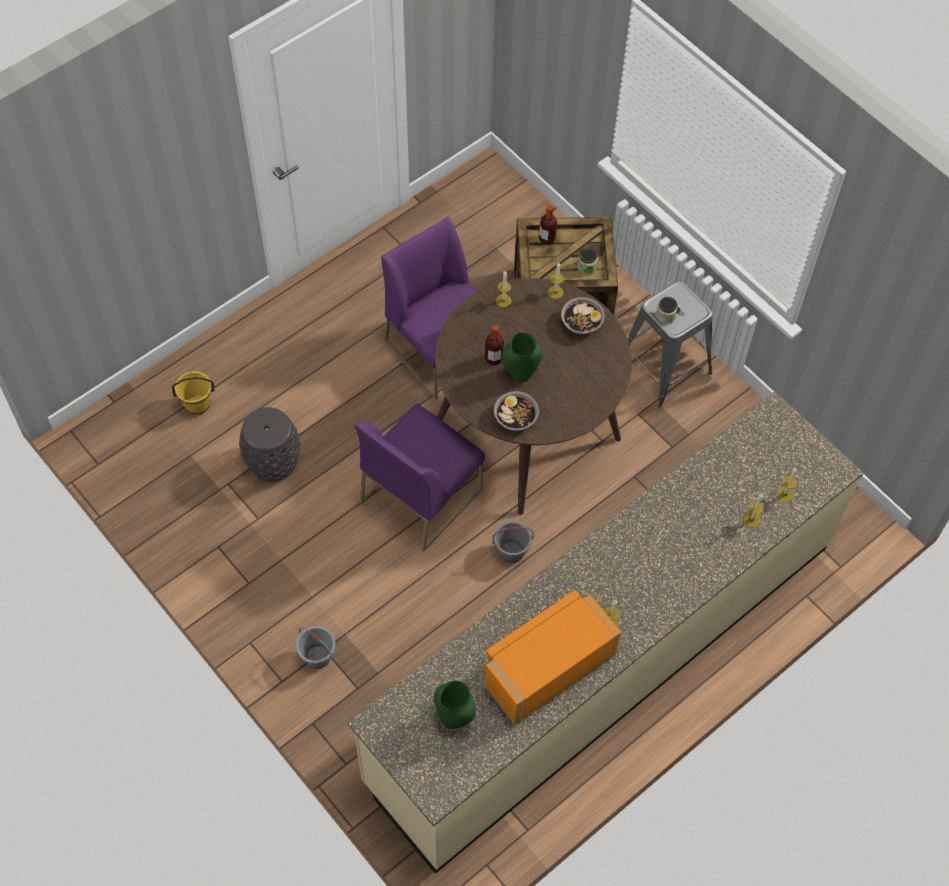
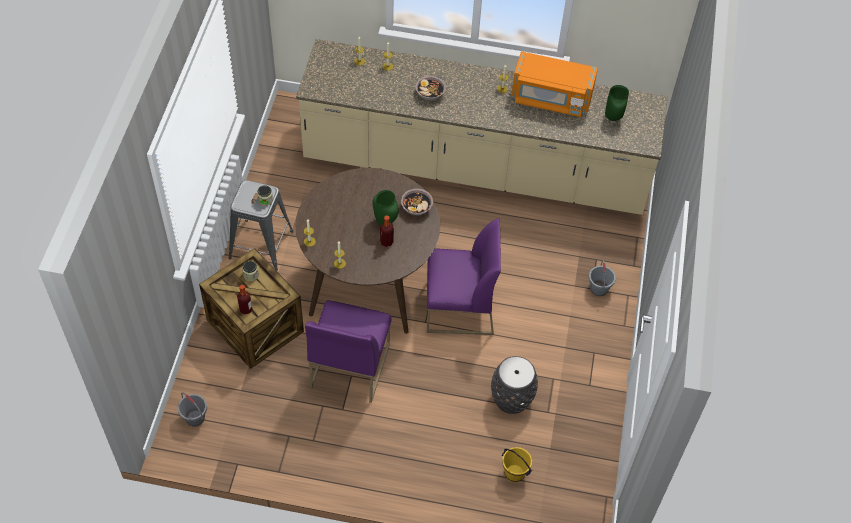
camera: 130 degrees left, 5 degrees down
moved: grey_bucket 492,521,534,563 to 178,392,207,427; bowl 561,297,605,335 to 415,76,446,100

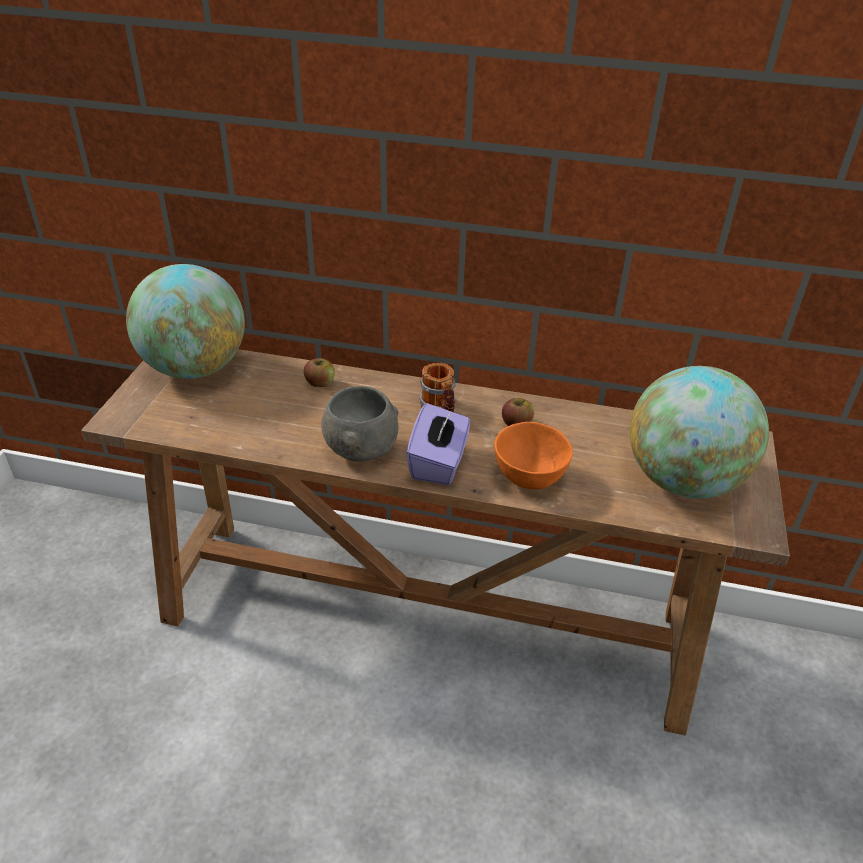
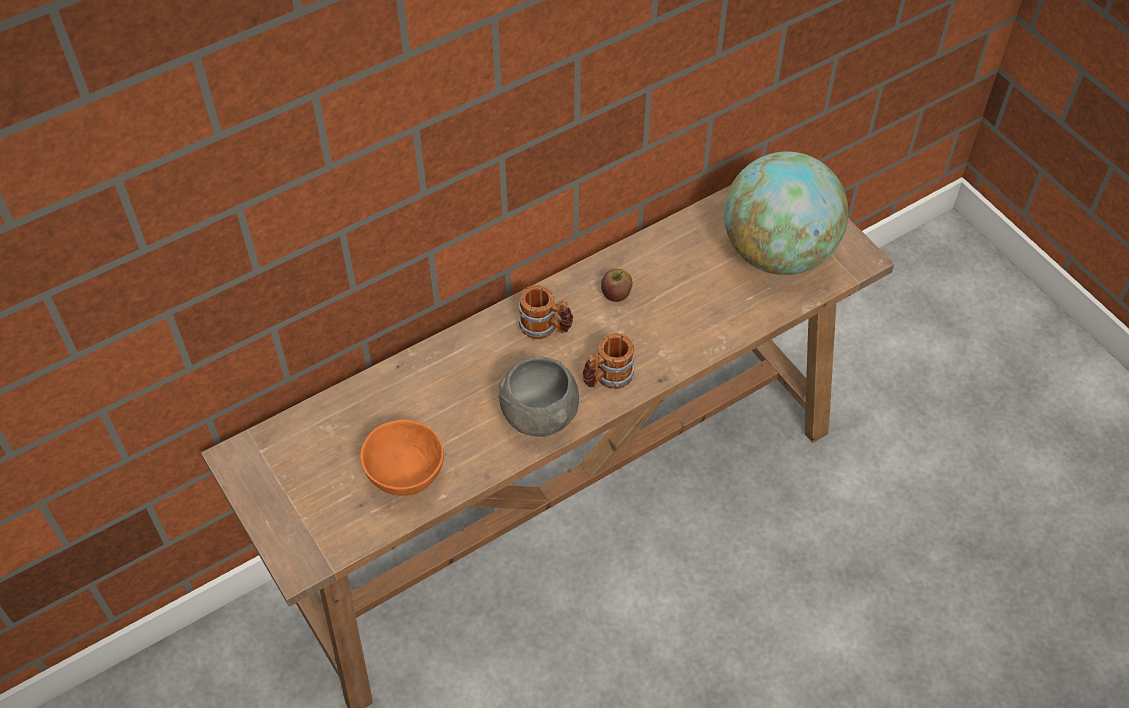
camera: 45 degrees left, 15 degrees up
removed: globe 126,264,245,379; apple 304,358,335,387
moved: orange_bowl 494,422,573,489 to 360,420,444,496
replaced: purple_tissue_box 406,403,470,485 to mug 583,333,634,389

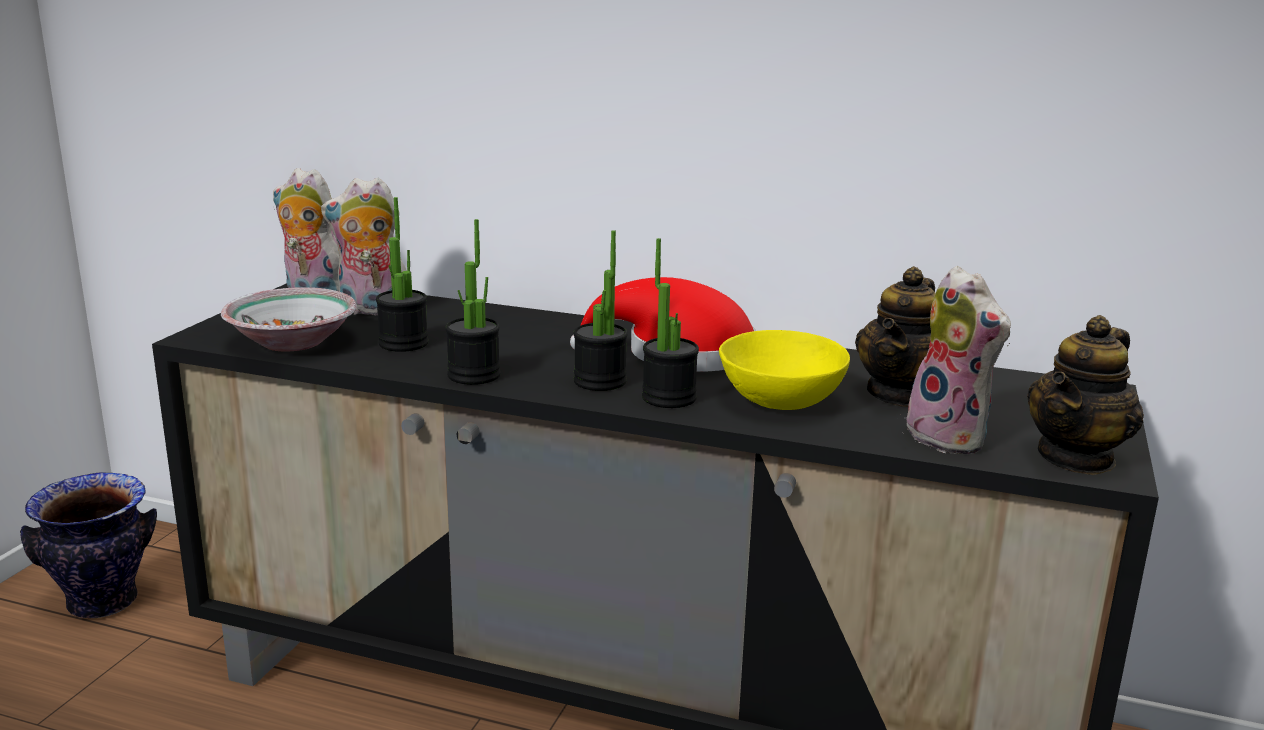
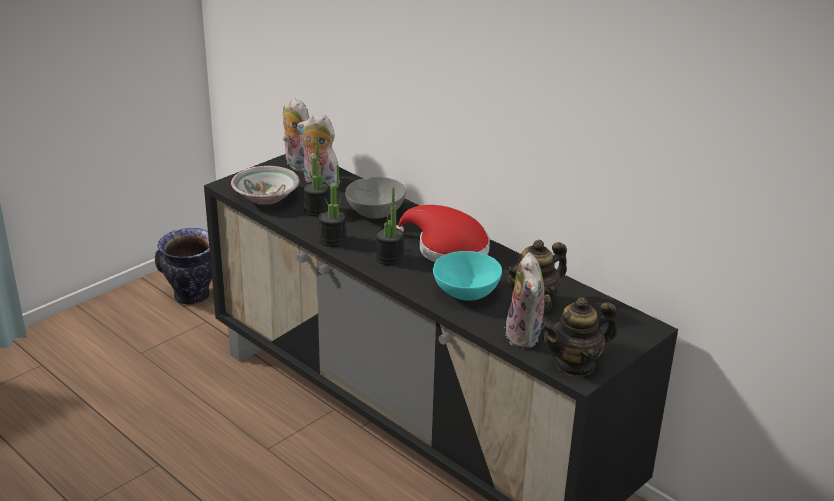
camera: 25 degrees right, 10 degrees up
removed: potted_plant 642,238,699,408
added: grey_bowl 345,177,406,219
recoloured: yellow_bowl 719,330,850,410 to turquoise_bowl 433,251,502,301

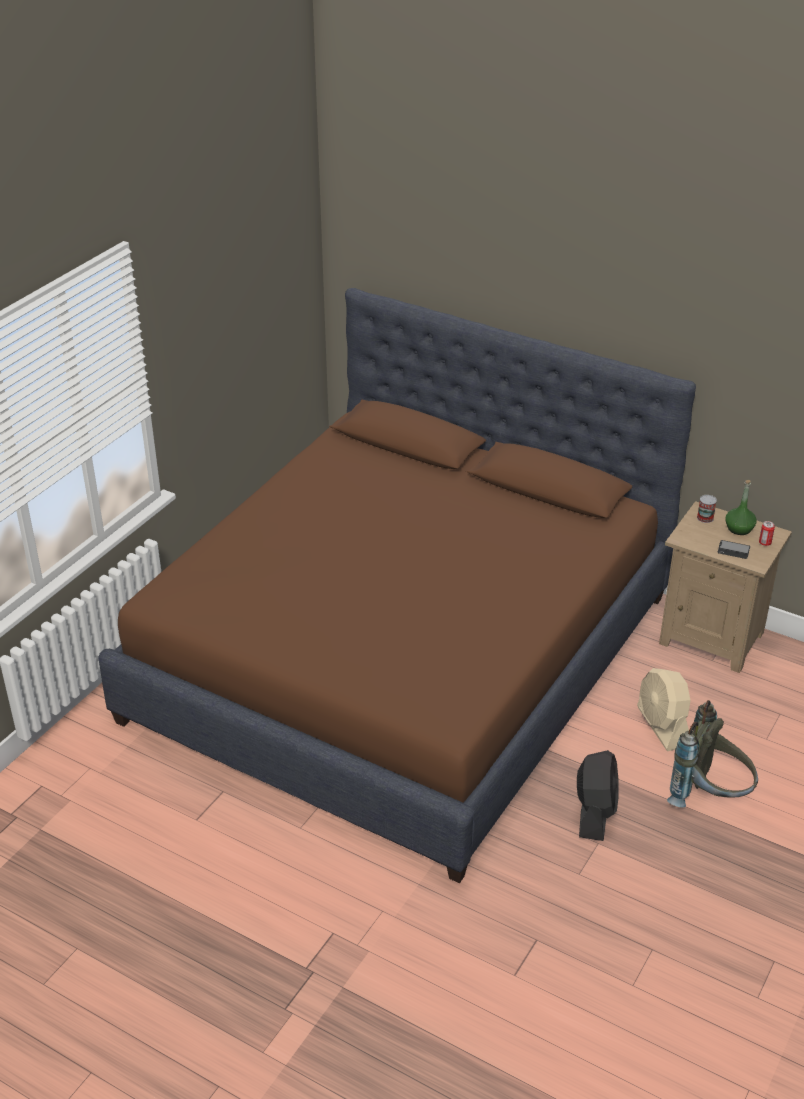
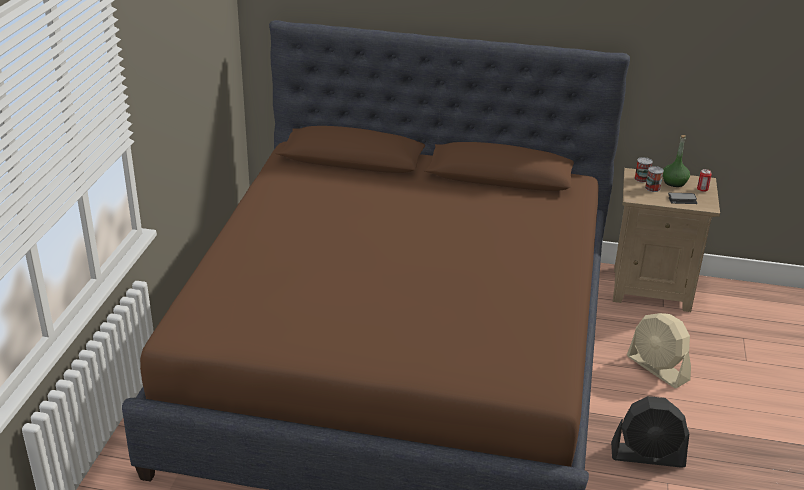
camera: 20 degrees left, 5 degrees down
removed: grey_backpack 667,700,758,807
added: can 645,166,664,192
turned: black_fan 577,750,619,841 = 611,396,689,468 105 degrees clockwise

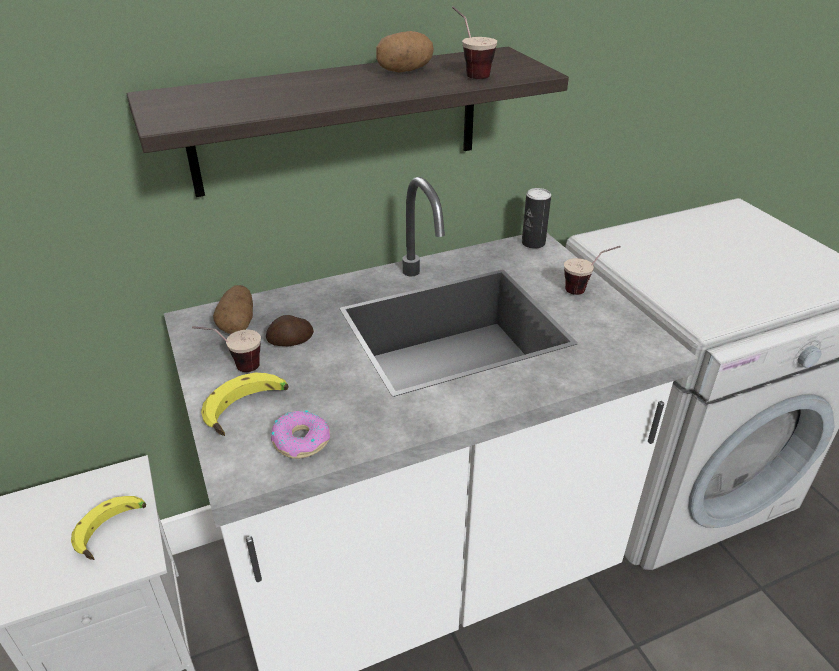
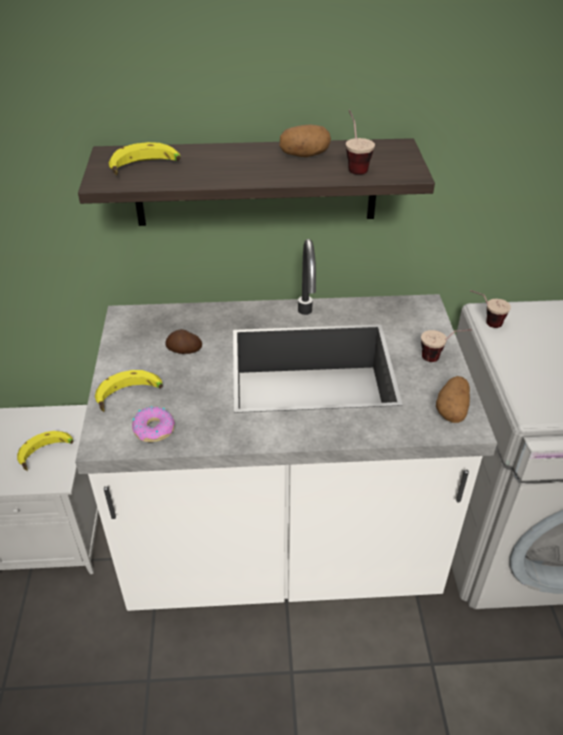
camera: 20 degrees right, 5 degrees up
removed: can 522,188,551,249
added: banana 109,142,181,175
moved: cup 192,326,261,372 to 470,290,511,328; potato 213,285,253,334 to 436,376,470,423

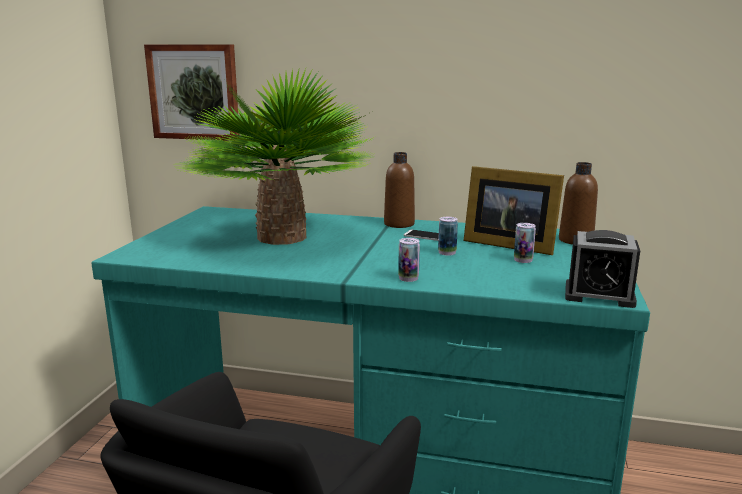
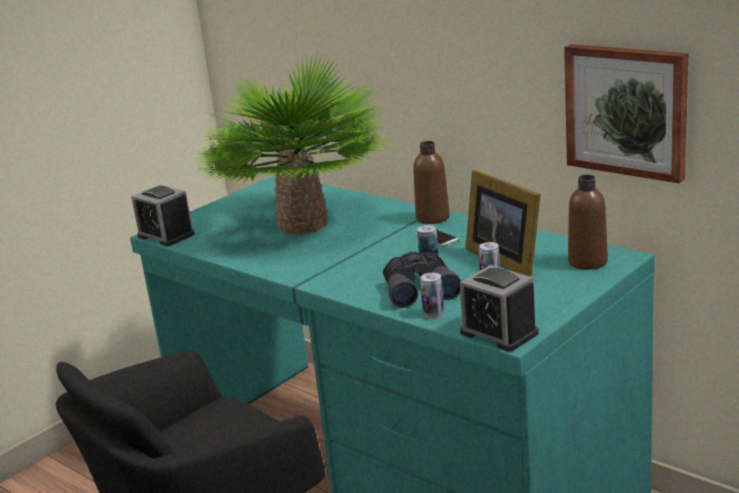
camera: 30 degrees right, 5 degrees up
added: alarm_clock 131,185,195,246; grey_binoculars 383,251,461,308
moved: picture 144,44,240,141 to 564,44,688,184; can 398,238,420,282 to 420,272,444,319

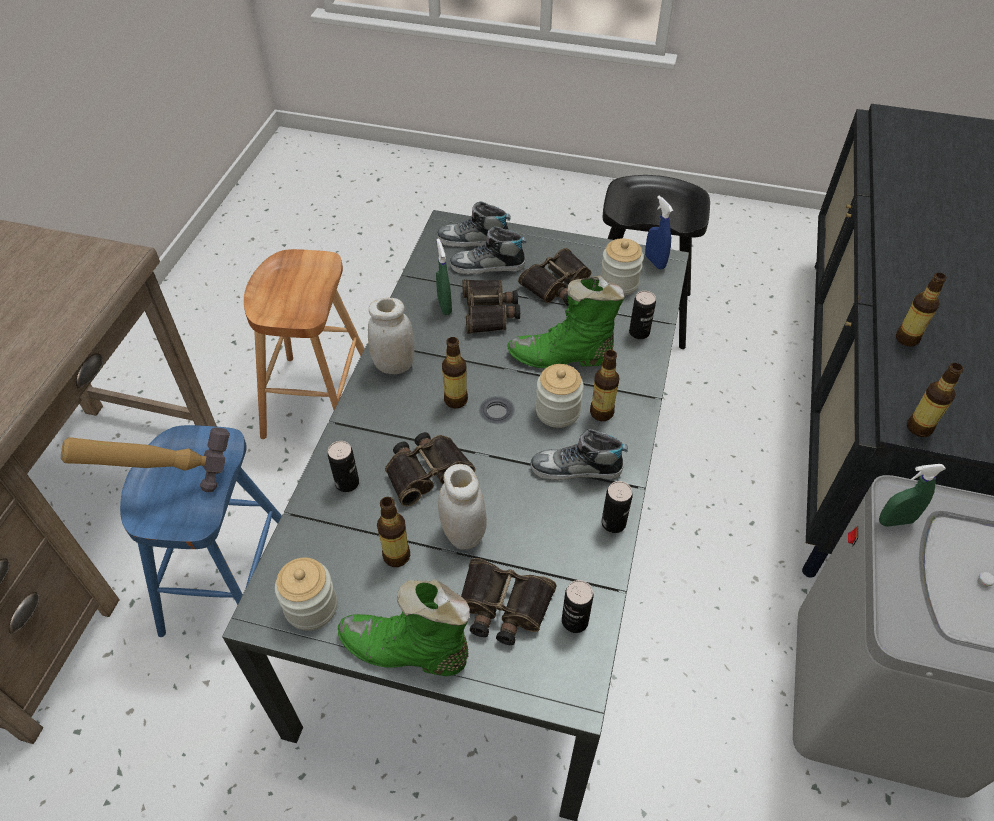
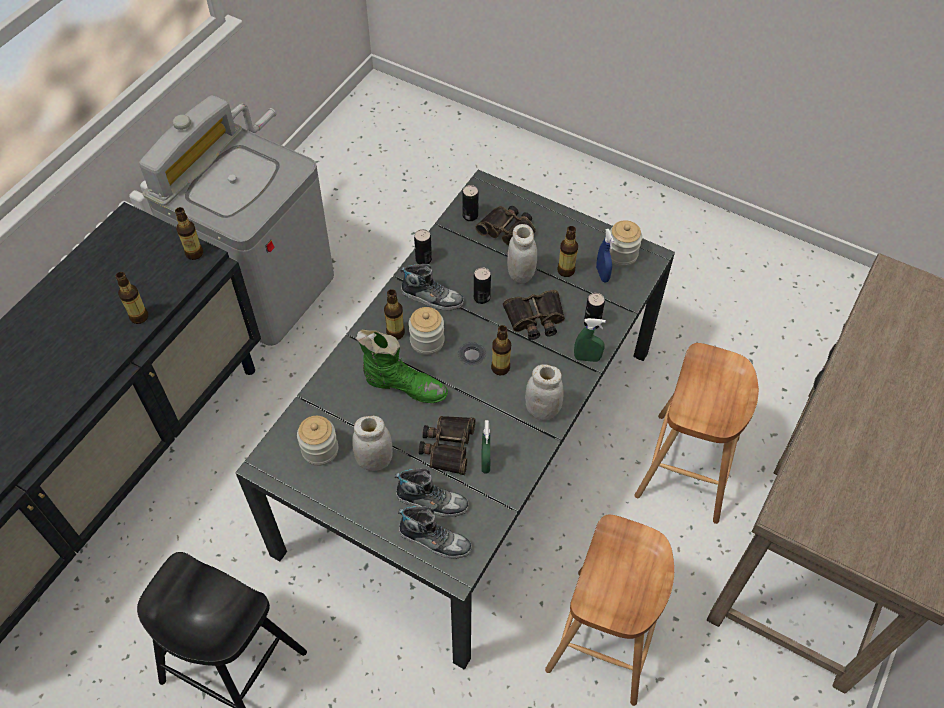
camera: 165 degrees left, 5 degrees up
removed: hammer 61,428,230,492; green_boot 338,579,470,676
moved: can 629,291,656,339 to 474,267,491,304; blue_spray_bottle 645,196,673,270 to 596,229,614,282; green_spray_bottle 879,464,946,527 to 574,318,606,362
replaced: binoculars 518,248,591,305 to white_jar 352,416,393,471
recoloured: blue_stool 120,425,282,637 to brown_stool 635,343,759,524

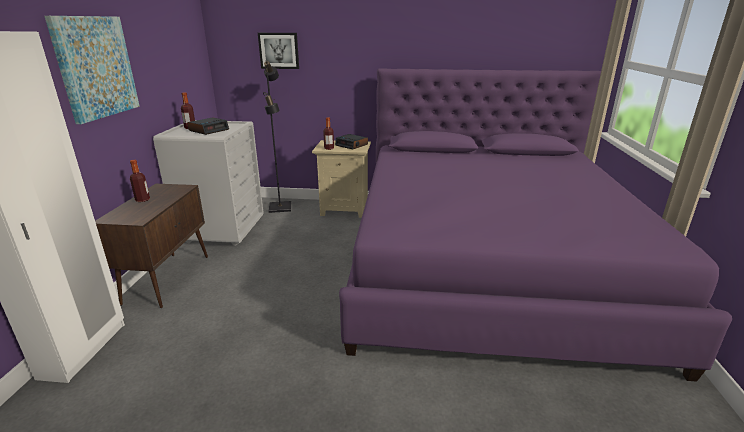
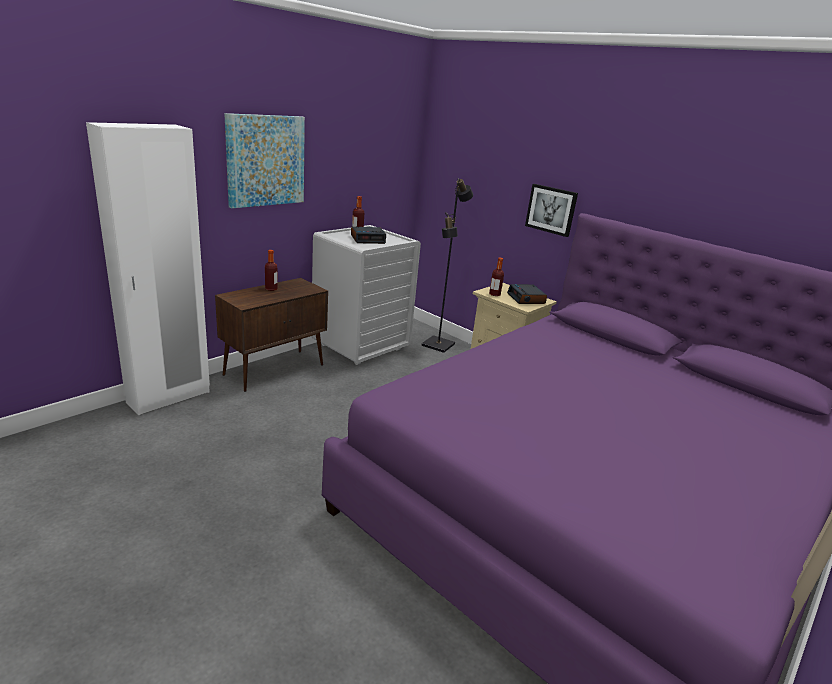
camera: 35 degrees right, 0 degrees up
moved: picture 258,33,299,69 to 525,184,578,237

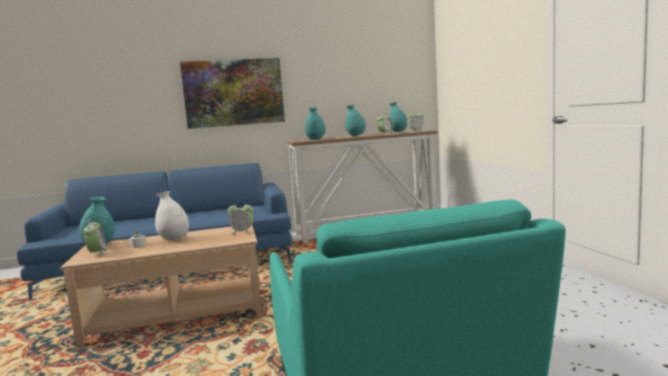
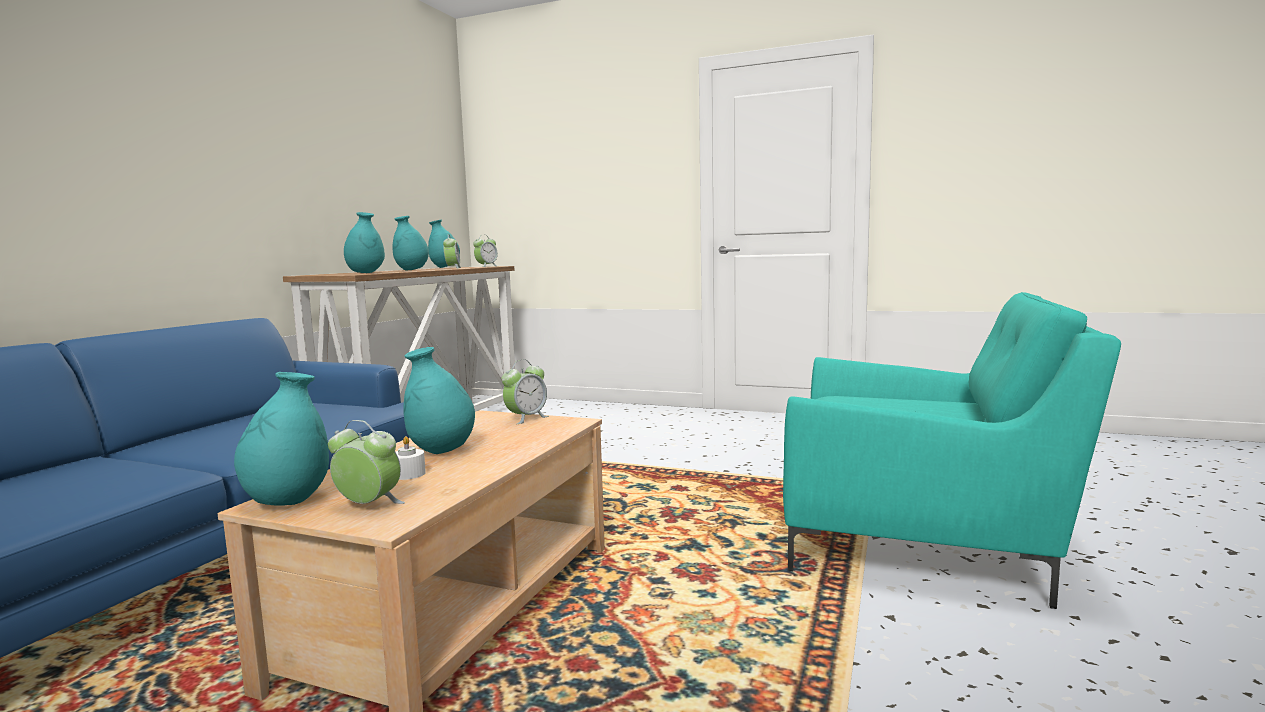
camera: 55 degrees left, 0 degrees up
removed: picture 180,58,285,129
recoloured: white_vase 155,191,189,241 to turquoise_vase 404,347,475,454

